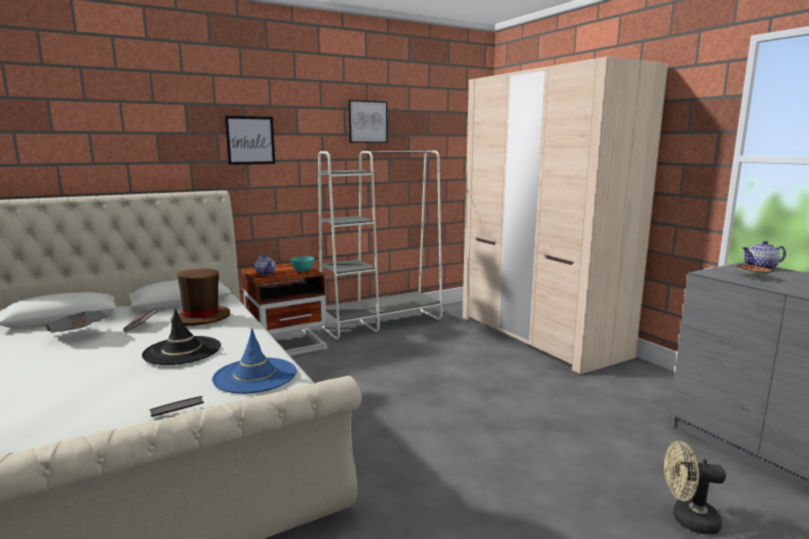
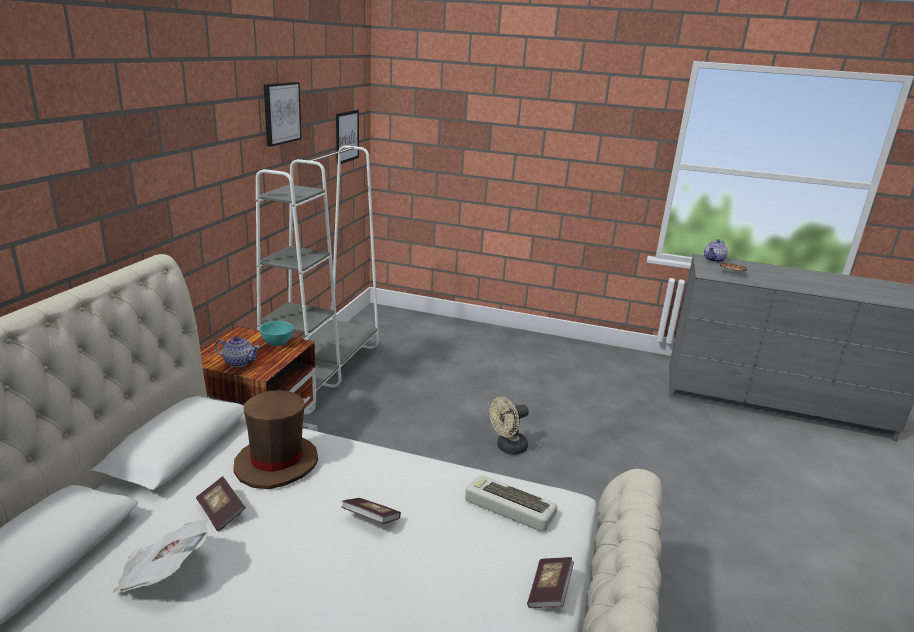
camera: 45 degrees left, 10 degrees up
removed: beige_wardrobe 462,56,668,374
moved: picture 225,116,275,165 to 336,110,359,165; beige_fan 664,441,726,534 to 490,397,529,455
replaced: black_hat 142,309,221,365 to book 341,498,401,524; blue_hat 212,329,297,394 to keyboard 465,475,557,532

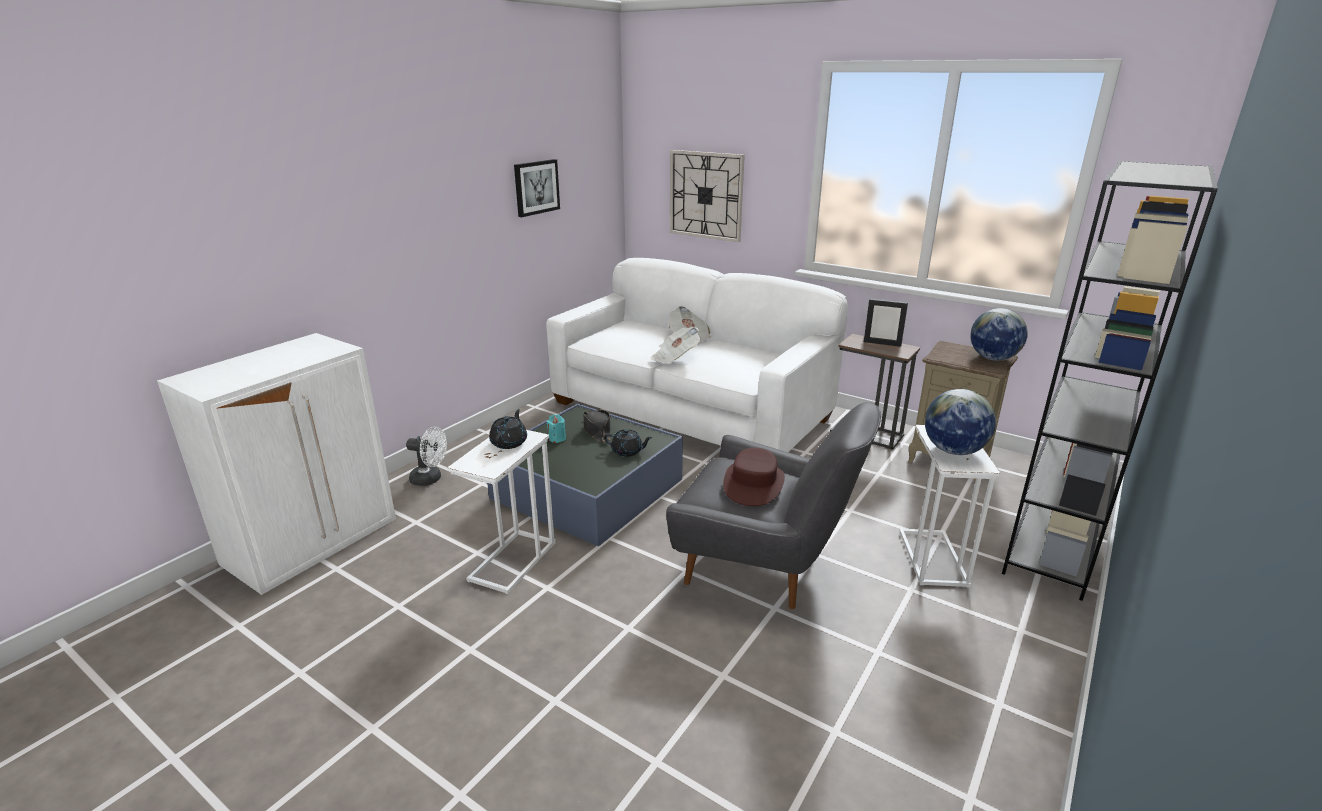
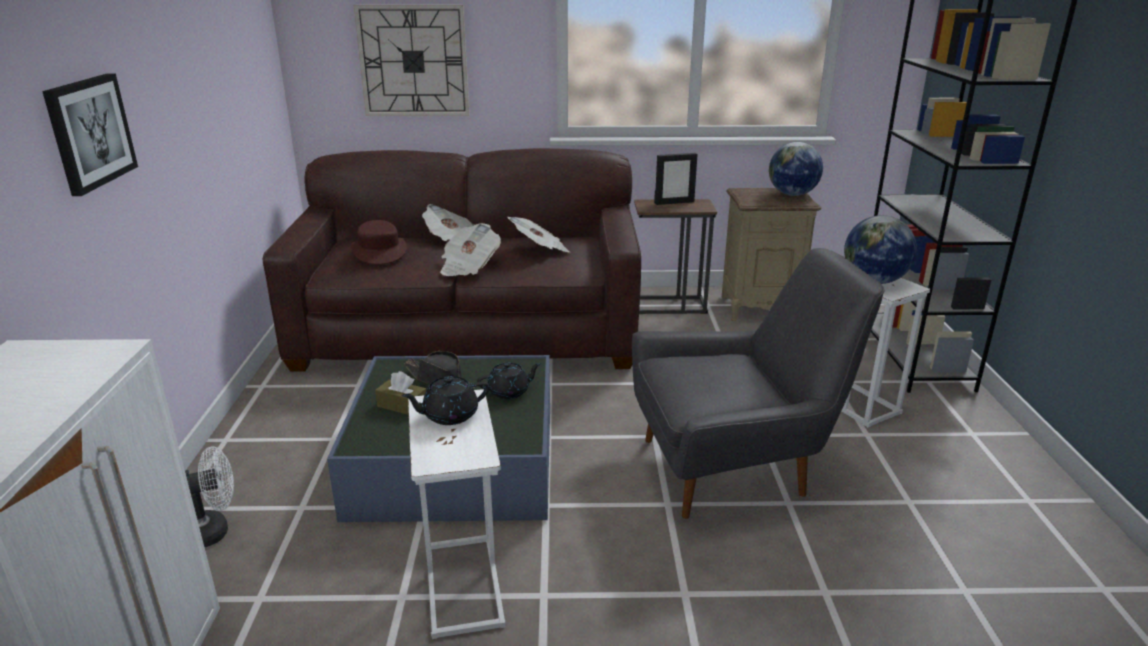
camera: 35 degrees left, 0 degrees up
added: newspaper 507,217,569,252
moved: picture 514,159,560,217 to 42,73,138,196; brown_hat 723,447,785,506 to 351,220,407,265
replaced: turquoise_candle 546,414,566,443 to brown_tissue_box 375,371,426,415
recoloured: white_sofa 546,258,848,452 to brown_sofa 263,148,641,371
turned: black_teapot 489,409,527,449 = 401,376,489,425 90 degrees counterclockwise

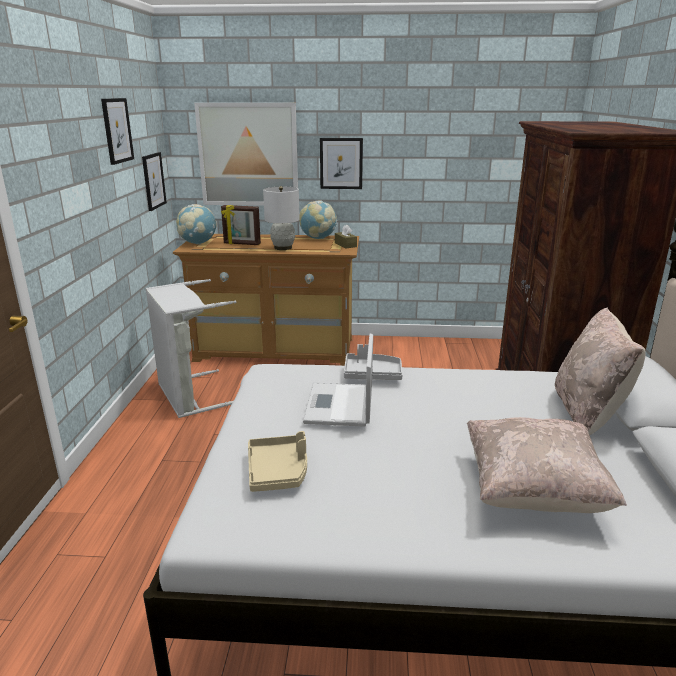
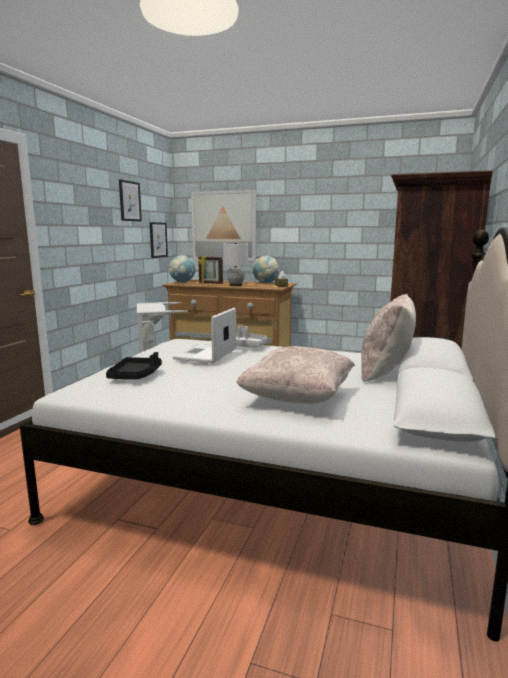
camera: 15 degrees right, 10 degrees down
removed: picture 320,138,363,189
recoloured: beige_tray 248,431,307,492 to black_tray 106,352,162,379

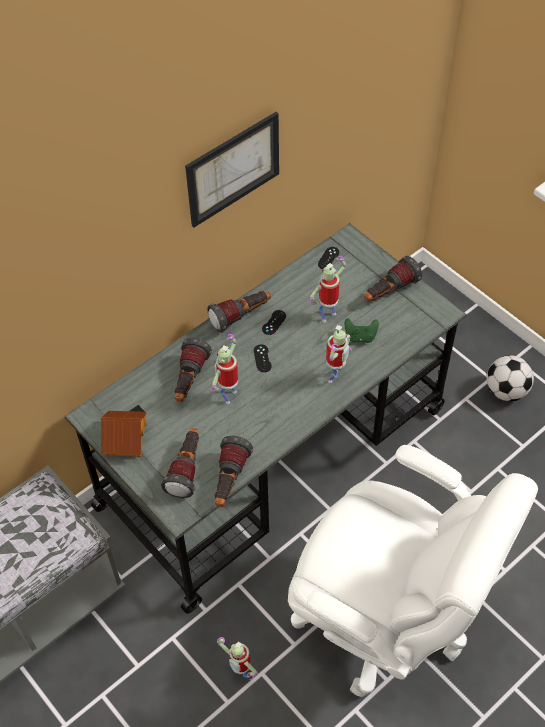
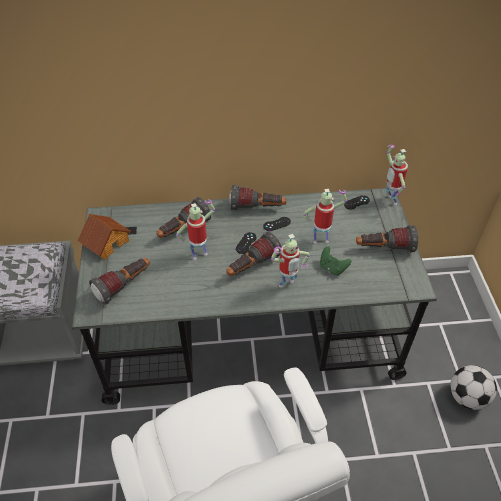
camera: 35 degrees right, 5 degrees down
removed: picture 185,112,279,227
moved: flashlight 215,436,253,507 to 226,232,282,276; toy_robot 217,637,258,680 to 386,145,408,205

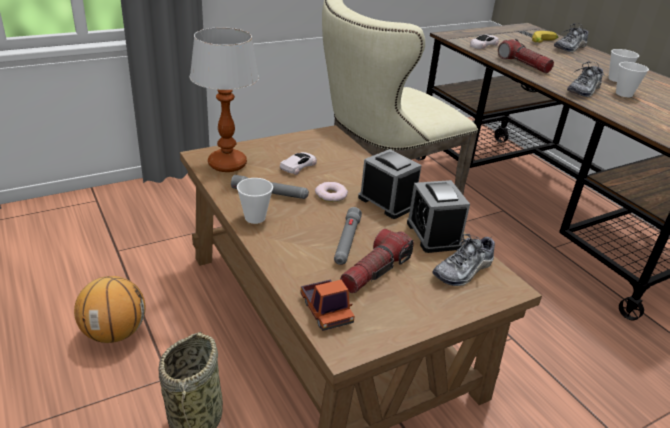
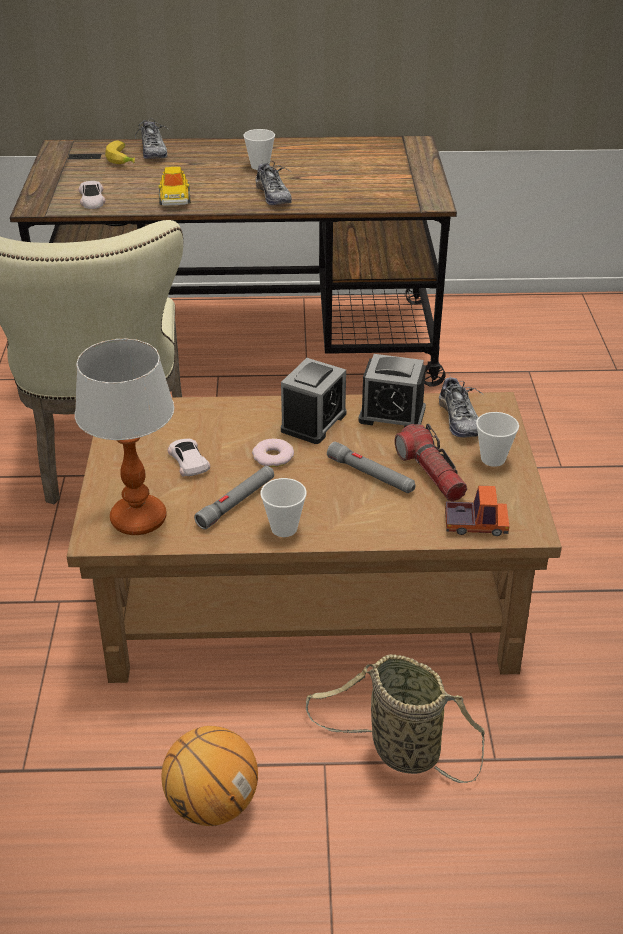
camera: 60 degrees left, 5 degrees up
moved: cup 616,62,649,97 to 476,412,519,467
replaced: flashlight 498,39,554,73 to toy_car 158,167,191,206
turned: alarm_clock 358,149,422,219 = 281,358,346,444 135 degrees clockwise

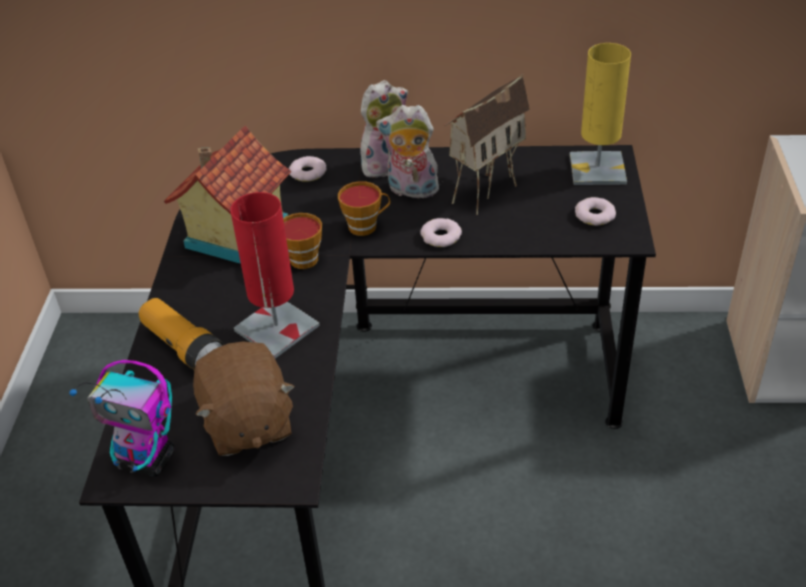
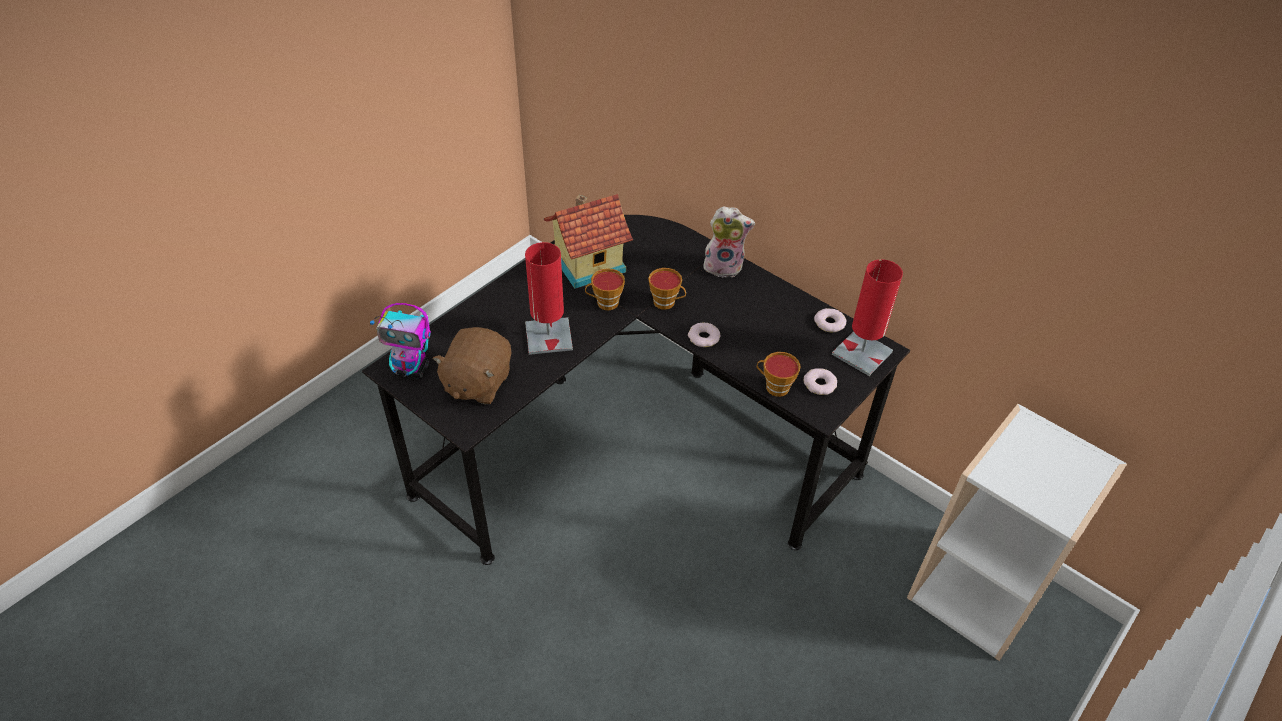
camera: 35 degrees right, 5 degrees up
removed: flashlight 139,298,224,370; plush_toy 376,105,441,199; toy_house 444,74,530,215
added: cup 757,352,800,397
moved: donut 289,156,327,182 to 814,308,847,332
recoloured: yellow_table_lamp 570,43,631,185 to red_table_lamp 832,259,903,376
turned: toy_robot 69,360,174,477 = 370,303,431,379 45 degrees counterclockwise

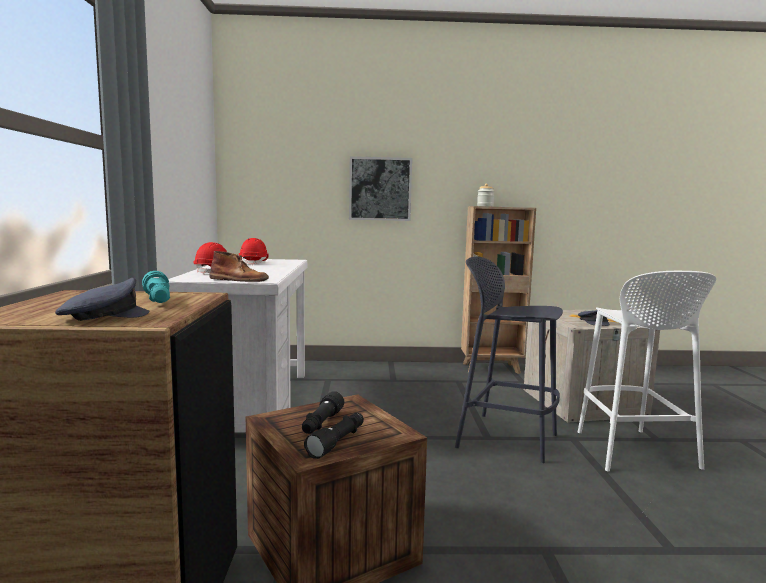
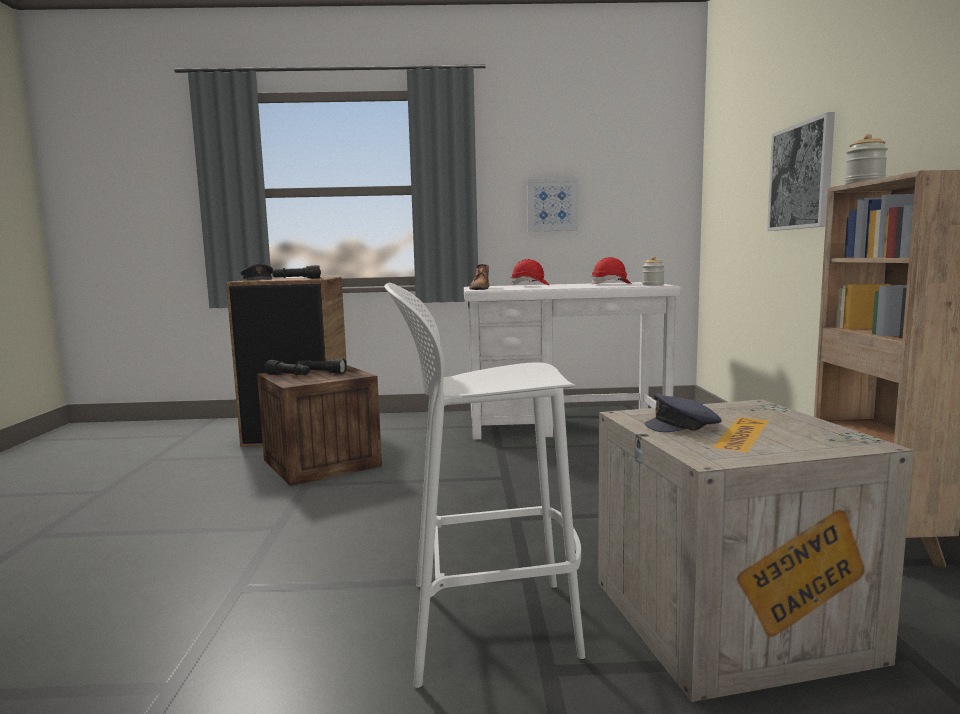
camera: 90 degrees right, 0 degrees up
removed: grey_stool 455,256,563,463
added: picture 527,178,578,232; jar 642,256,664,286
recoloured: turquoise_flashlight 142,271,170,303 to black_flashlight 272,265,321,279

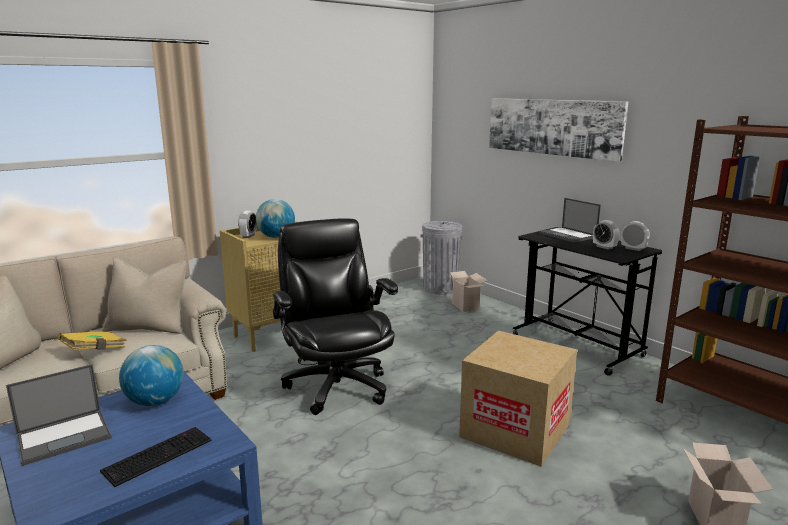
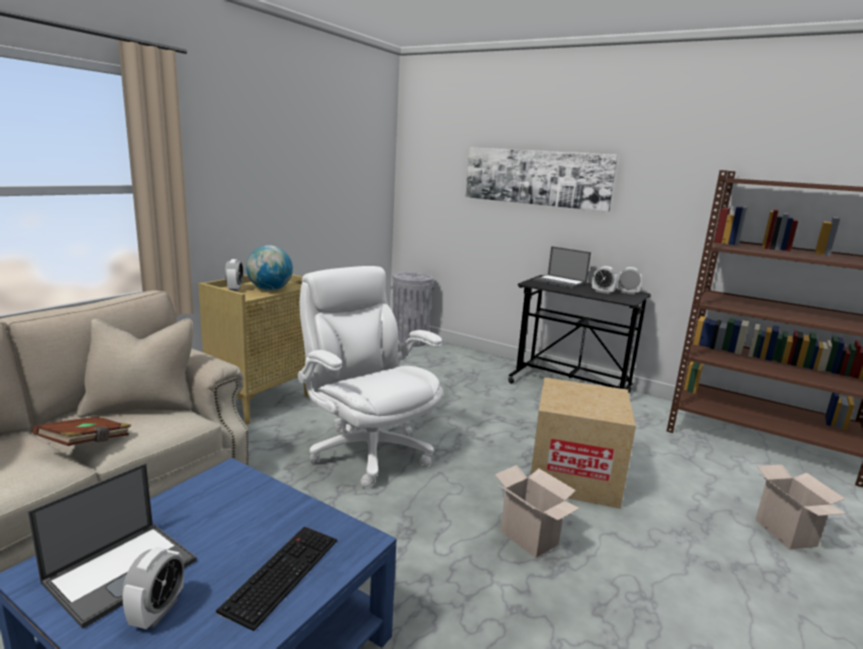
camera: 20 degrees left, 0 degrees up
removed: globe 119,345,184,406
added: alarm_clock 122,547,184,629
moved: cardboard_box 448,271,488,312 to 495,465,580,558
recoloured: yellow_book 58,332,127,350 to brown_book 33,417,131,446; black_office_chair 273,218,398,415 to white_office_chair 298,266,443,489

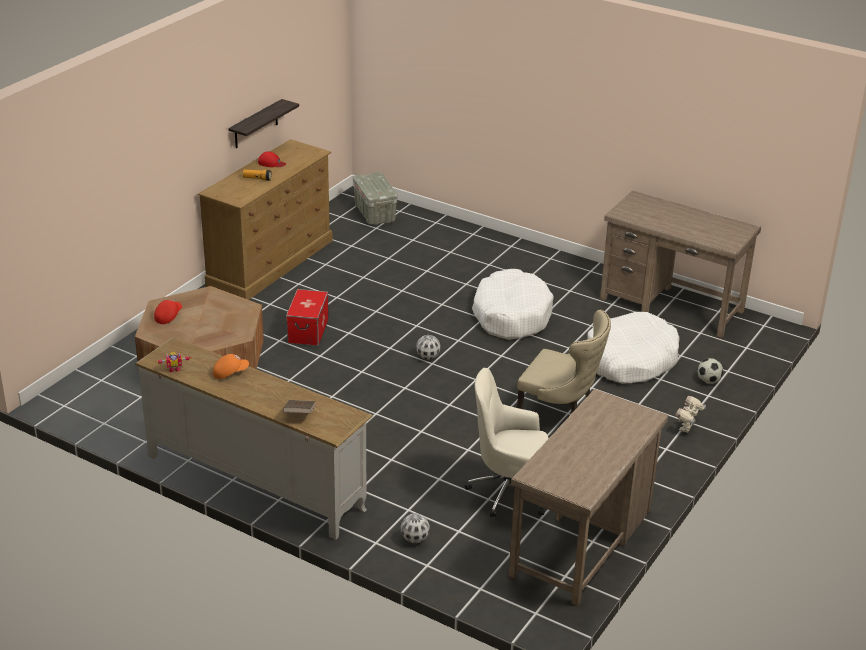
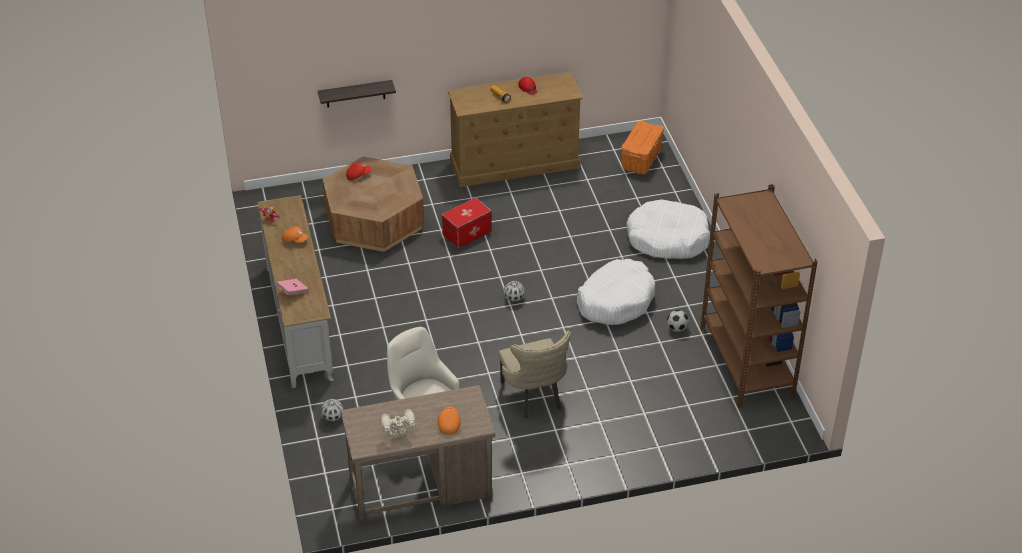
camera: 45 degrees right, 10 degrees up
added: orange_cap 438,407,461,435
moved: shelf 228,99,299,148 to 318,80,396,107; white_dog_bed 587,312,680,384 to 627,199,710,259; toy_robot 675,396,706,433 to 380,409,416,438; football 697,358,723,384 to 667,310,689,332
replaced: brown_desk 600,190,761,338 to brown_bookcase 700,184,818,408
recoloured: brown_book 283,400,315,414 to pink_book 276,279,309,295; grey_storage_box 353,172,398,225 to orange_storage_box 621,121,664,174

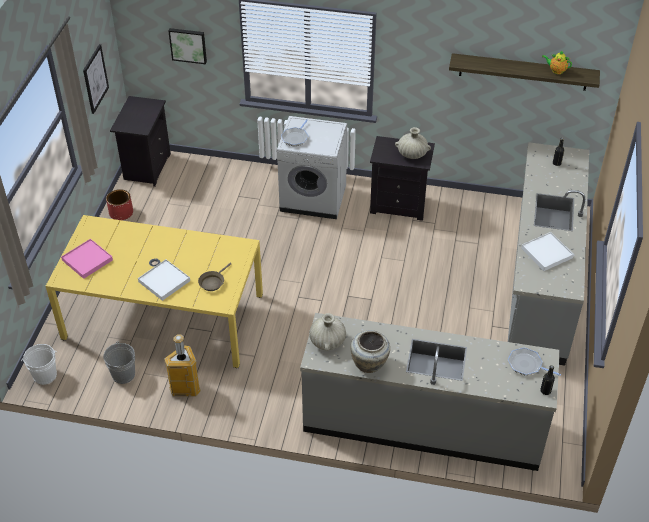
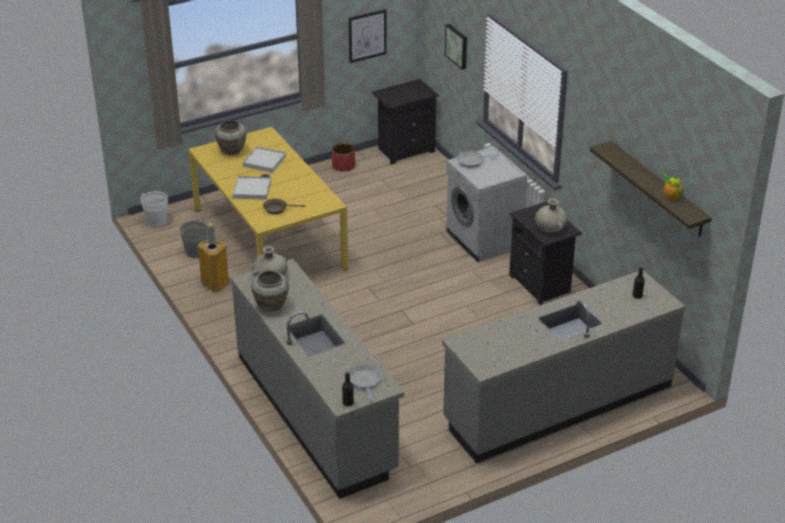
camera: 50 degrees right, 10 degrees down
moved: white_tray 521,232,574,271 to 243,146,286,173
replaced: pink_tray 61,239,113,279 to beige_vase 215,120,247,155

